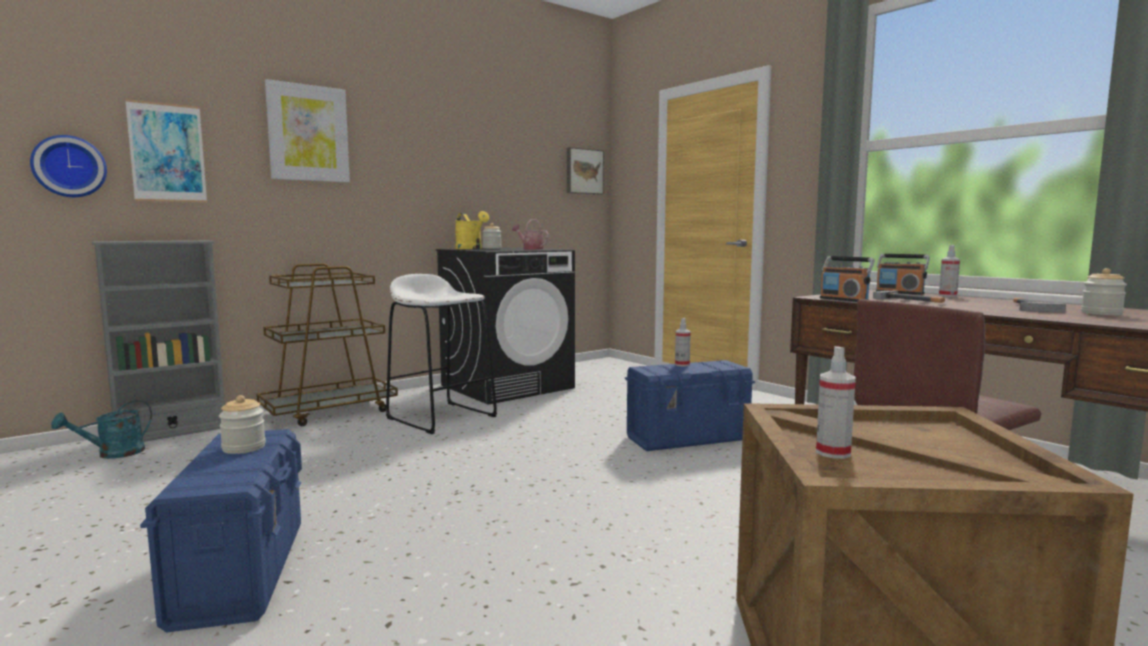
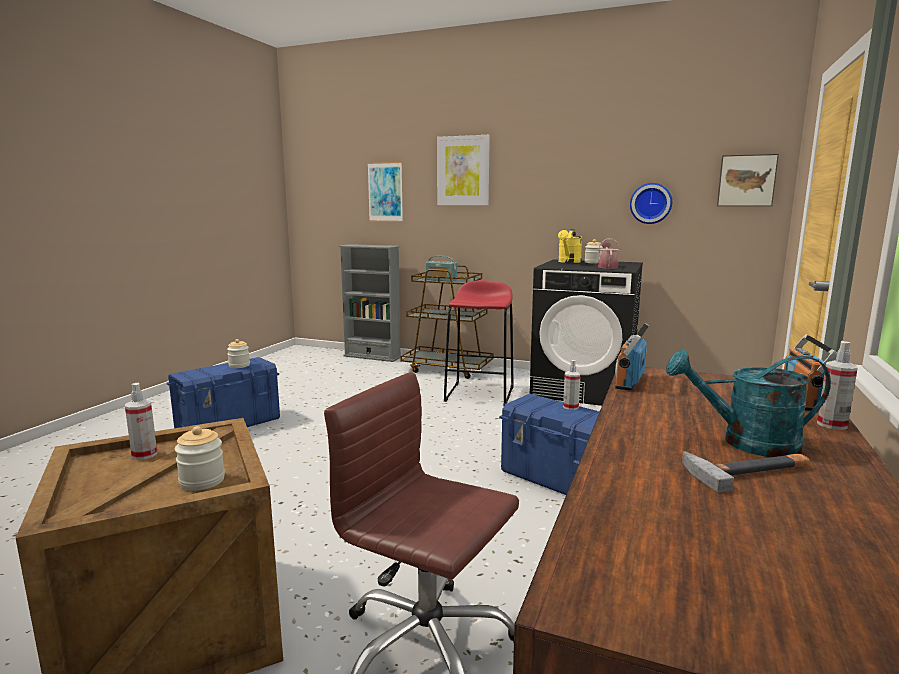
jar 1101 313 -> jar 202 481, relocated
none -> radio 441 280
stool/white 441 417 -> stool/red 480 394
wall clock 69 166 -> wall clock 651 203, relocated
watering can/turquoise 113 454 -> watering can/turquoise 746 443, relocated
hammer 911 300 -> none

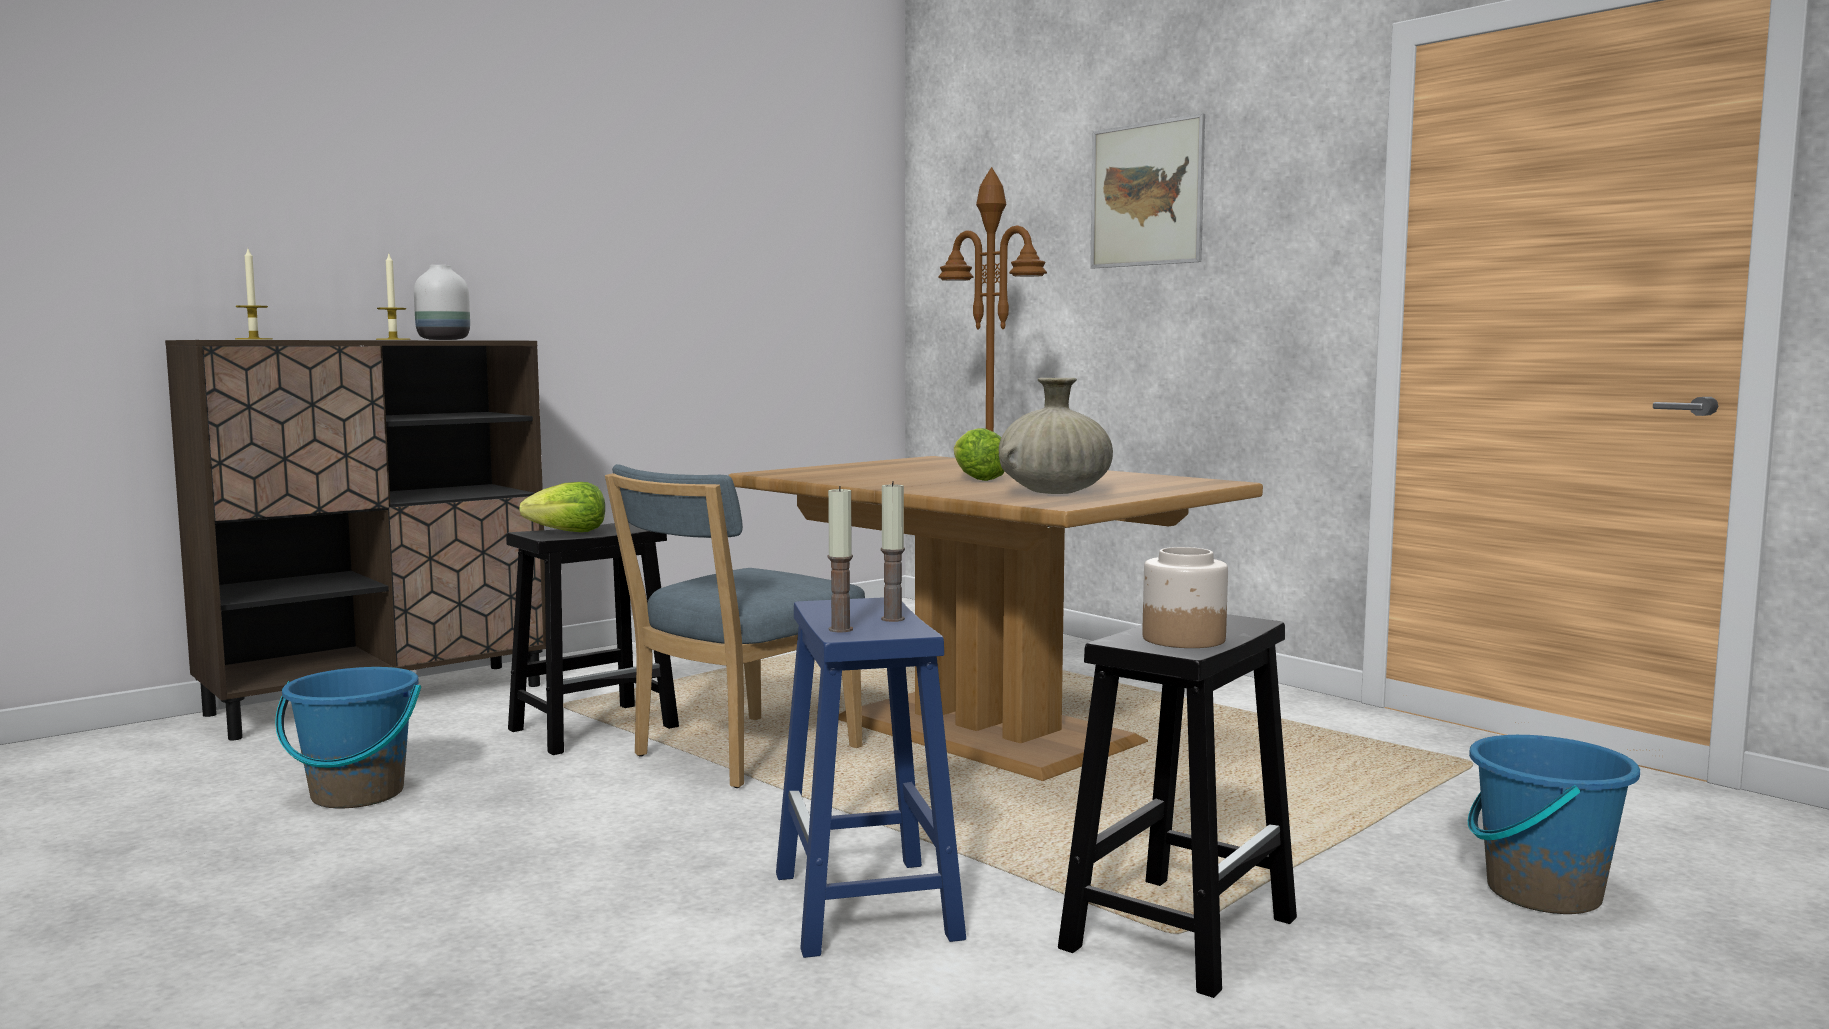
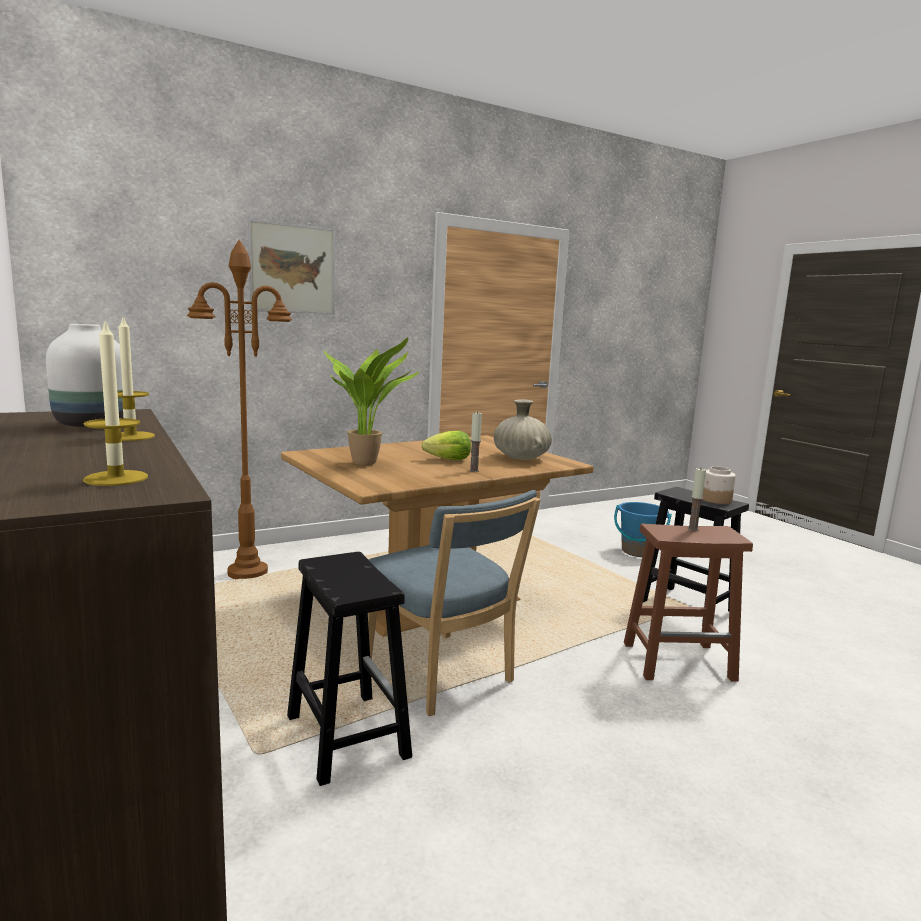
none -> potted plant 368 463
candle 840 629 -> candle 474 470, relocated
stool/blue 867 907 -> stool/brown 679 661
bucket/blue 357 794 -> none
lettuce 568 532 -> none

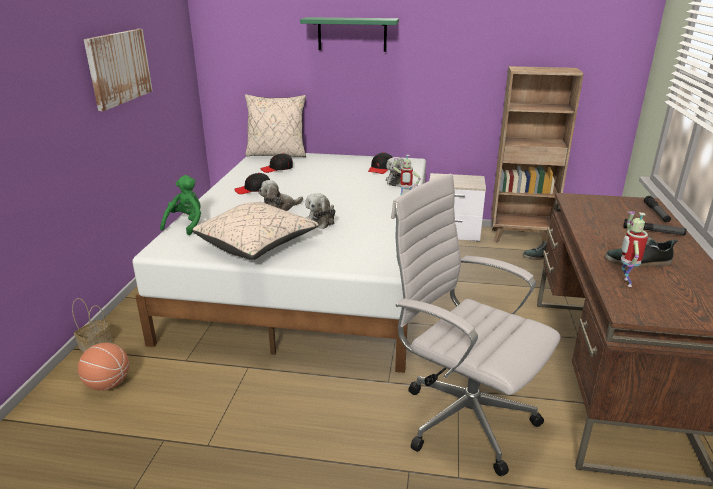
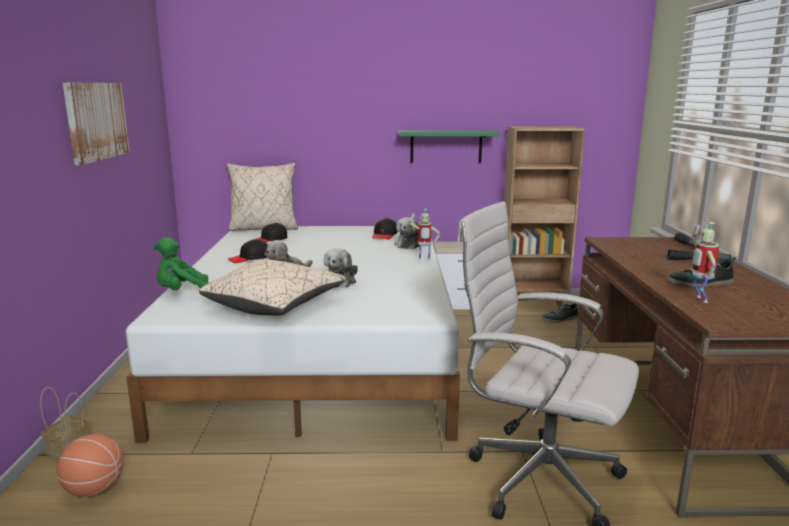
plush toy/green 186 224 -> plush toy/green 182 292, 120 degrees counterclockwise
shelf/green 352 34 -> shelf/green 446 146, relocated

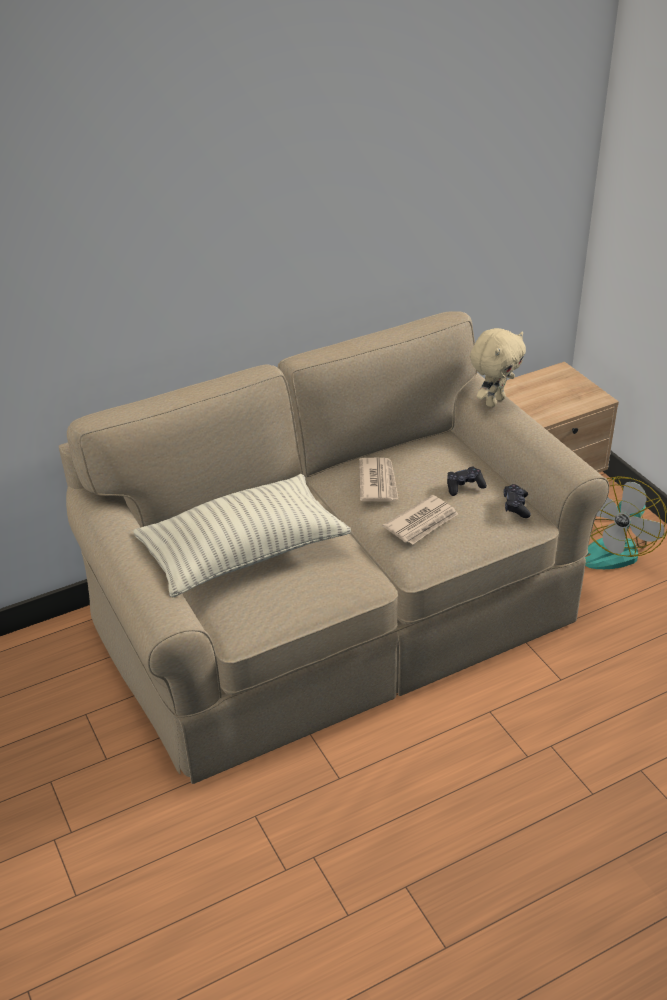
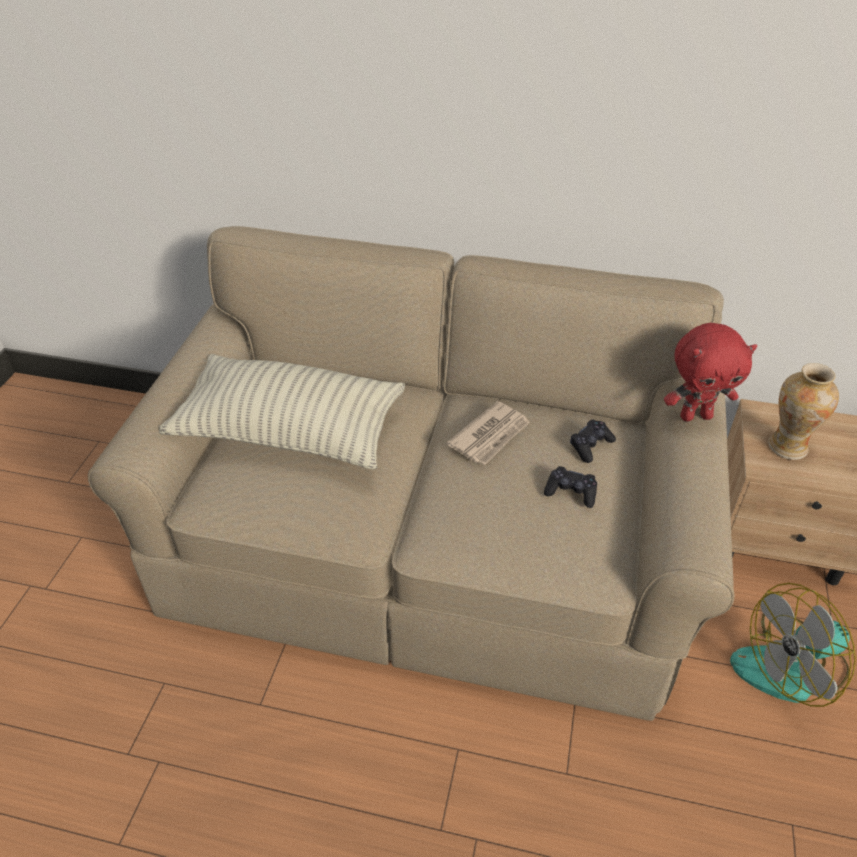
game controller/black 516 506 -> game controller/black 590 446, relocated
plush toy/beige 494 401 -> plush toy/red 695 416
none -> vase 787 447
newspaper 422 523 -> none

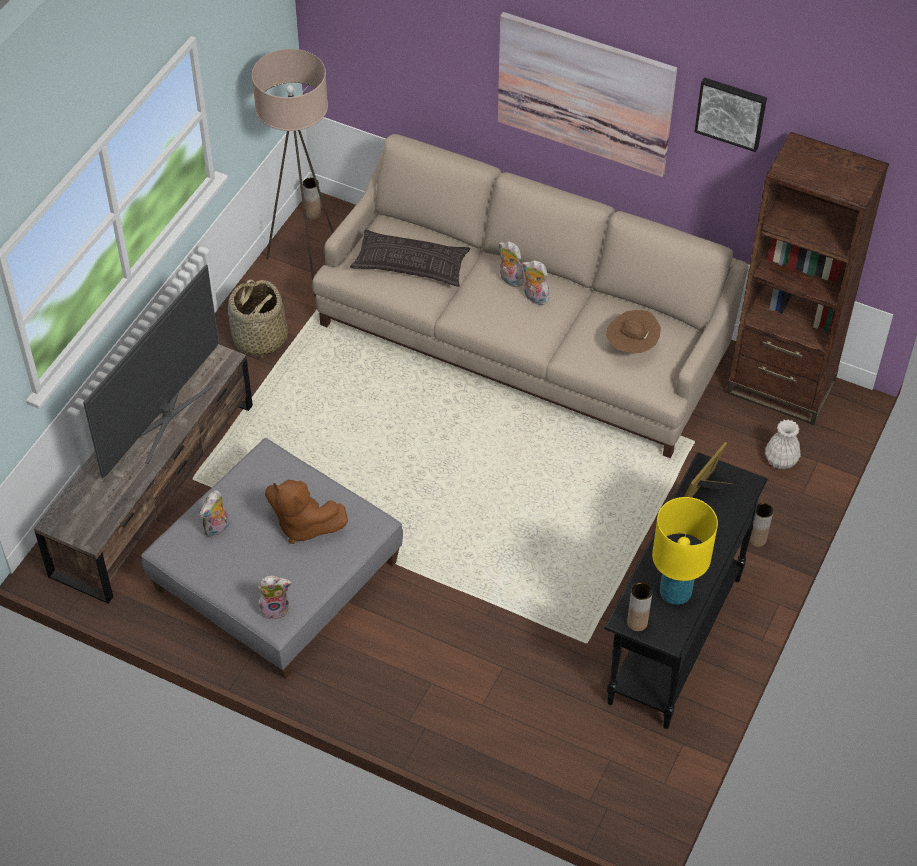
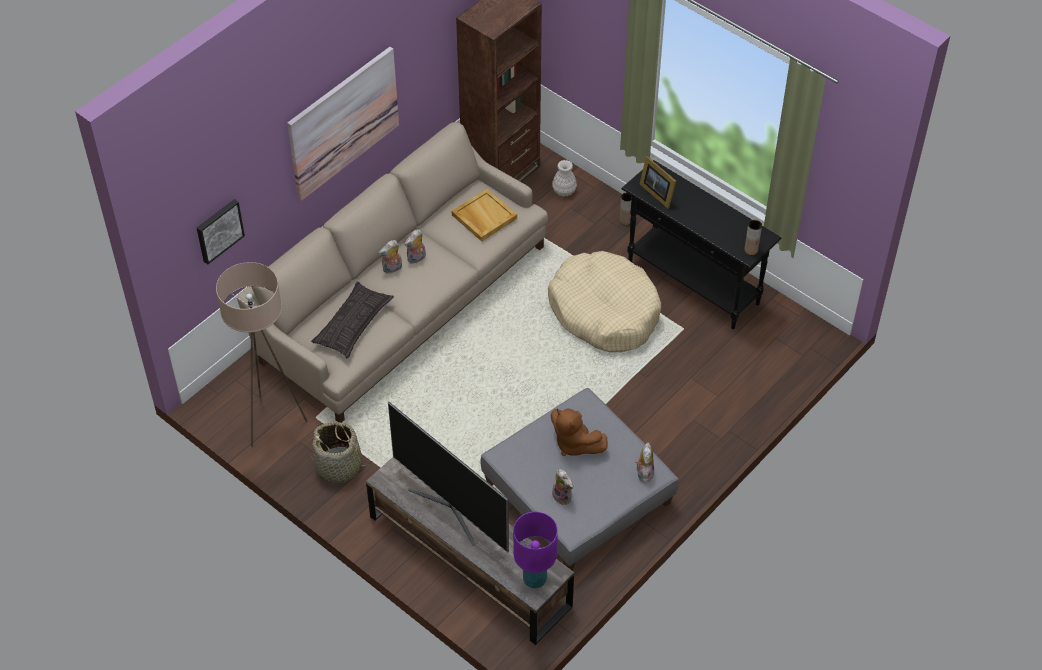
picture 731 112 -> picture 218 230, relocated
hat/brown 631 347 -> tray/beige 483 217
none -> table lamp/purple 534 579
none -> dog bed/beige 604 311
plush toy/brown 303 525 -> plush toy/brown 574 444, 90 degrees clockwise
vase/brown 313 214 -> none
table lamp/yellow 675 593 -> none

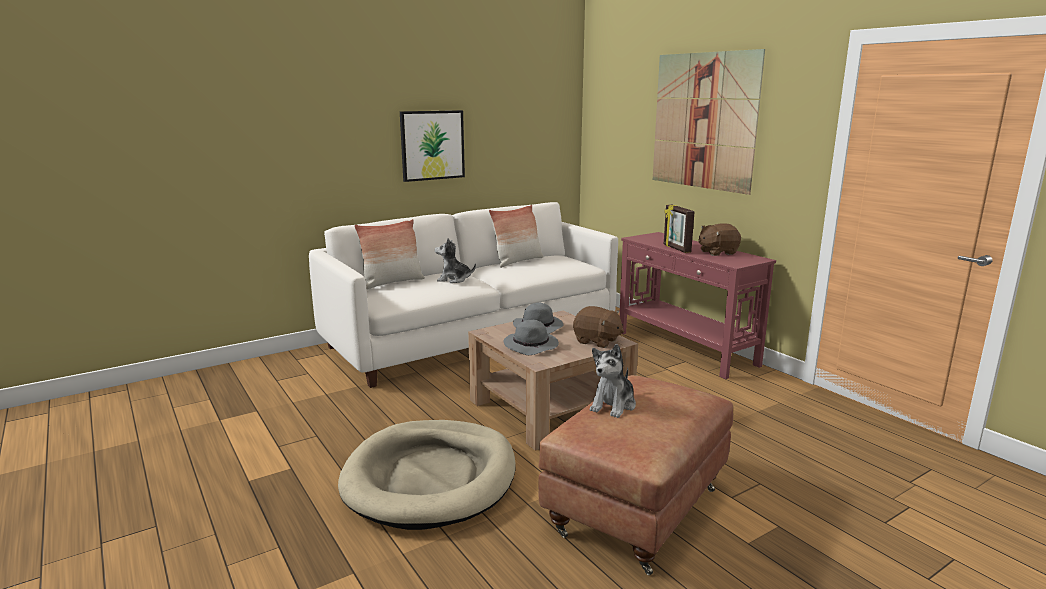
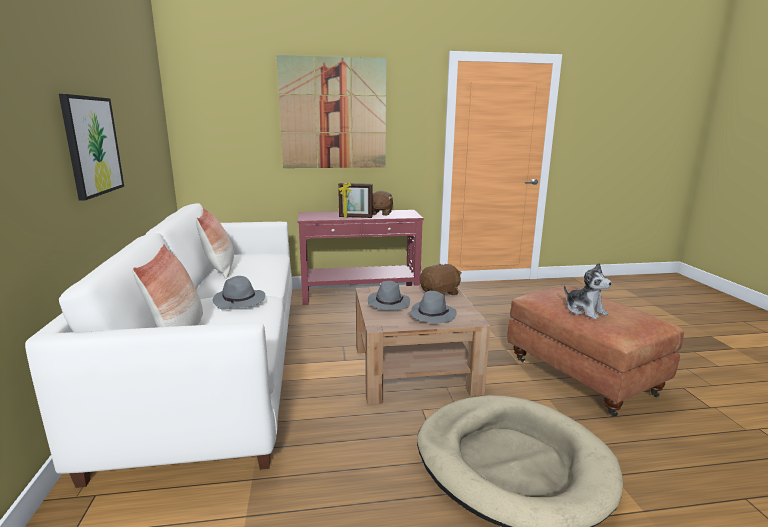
plush toy 454 279 -> hat/grey 240 301

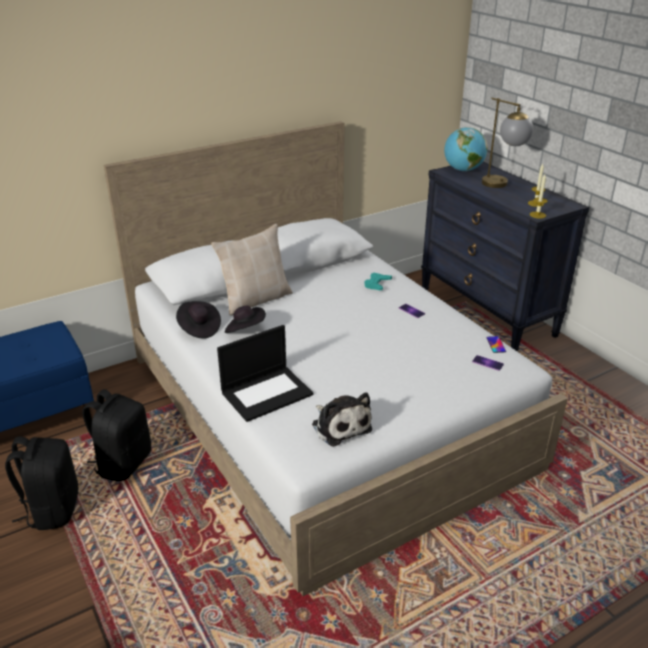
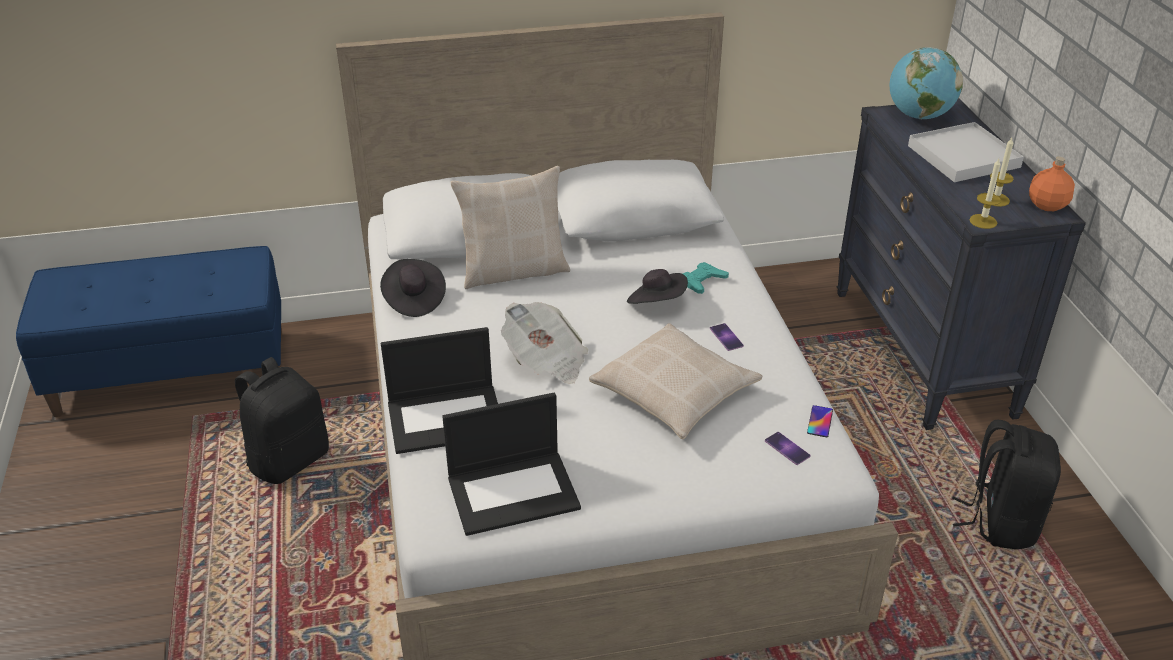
plush toy 340 425 -> laptop 514 491
none -> newspaper 546 361
none -> pillow/beige 674 393
hat/black 245 330 -> hat/black 657 303, relocated
table lamp 502 186 -> tray/white 963 156
backpack/black 52 509 -> backpack/black 1000 521, relocated
none -> bottle/orange 1048 205

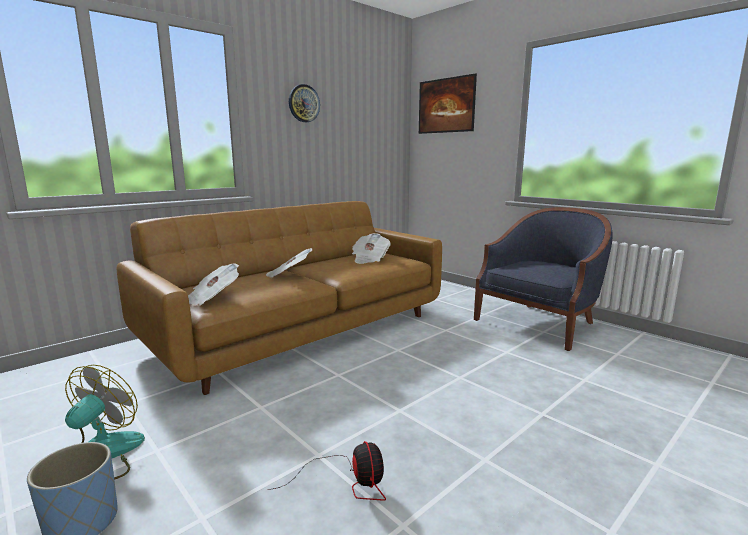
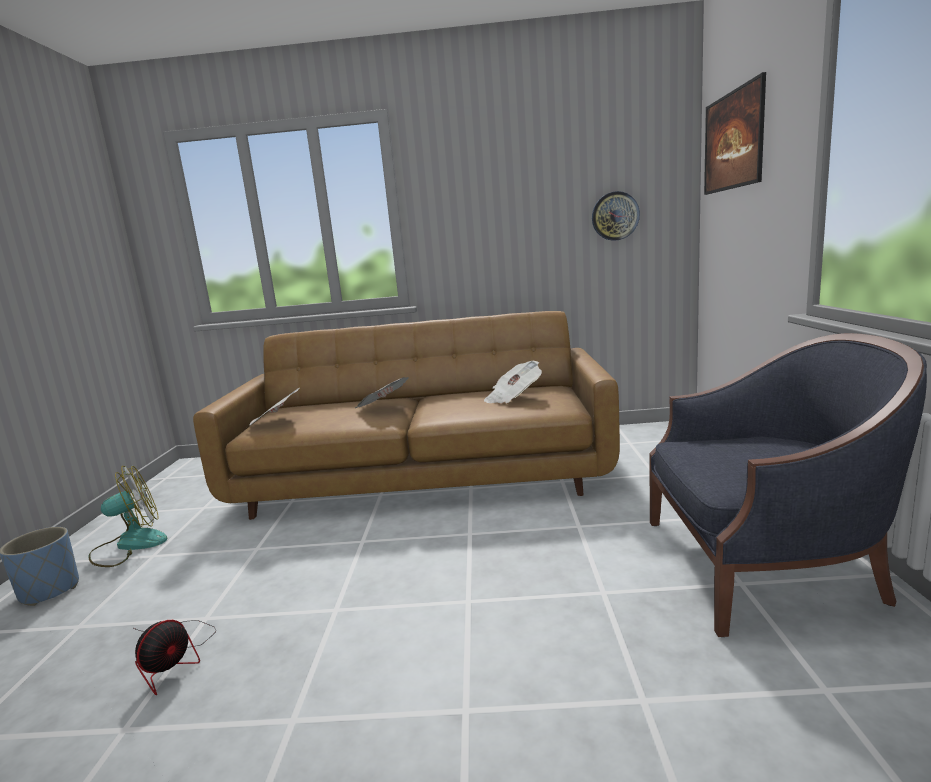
wall clock 304 103 -> wall clock 615 216, relocated

